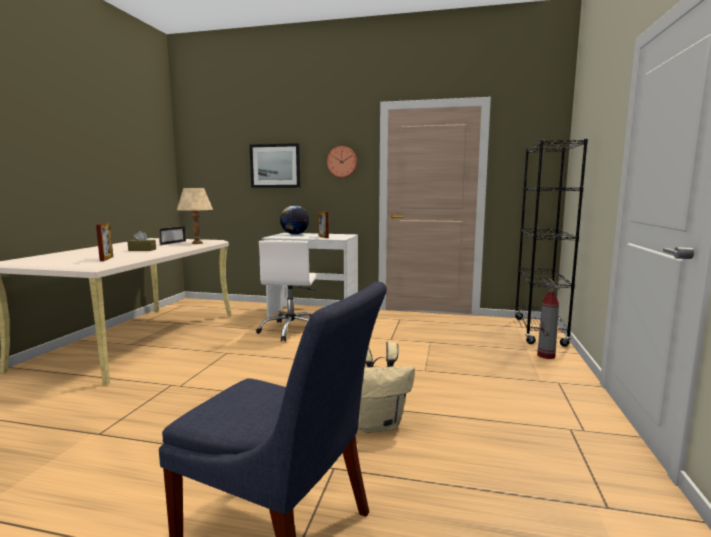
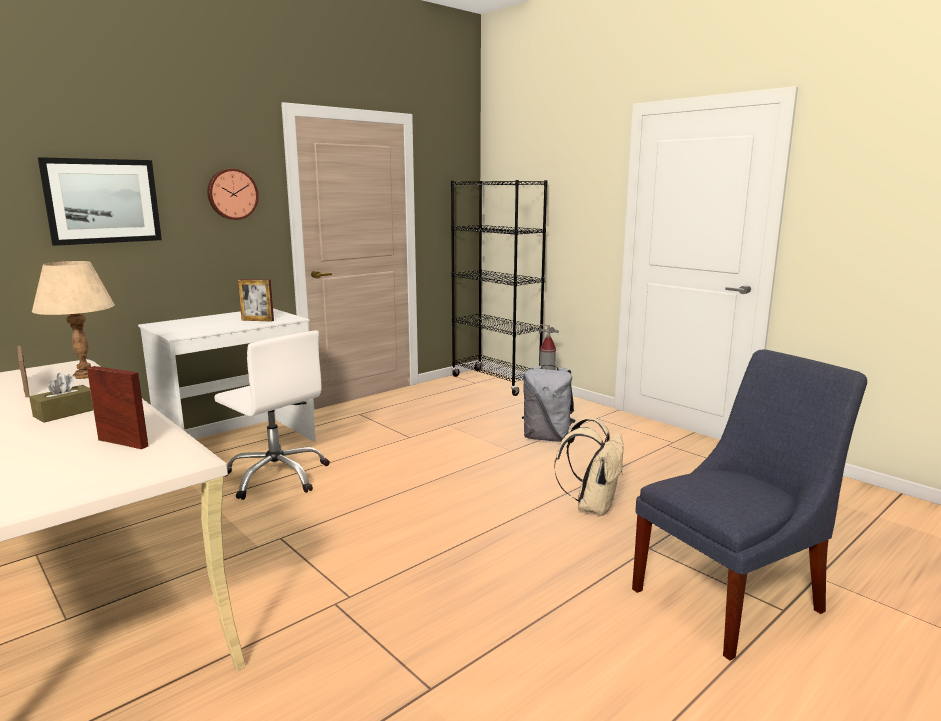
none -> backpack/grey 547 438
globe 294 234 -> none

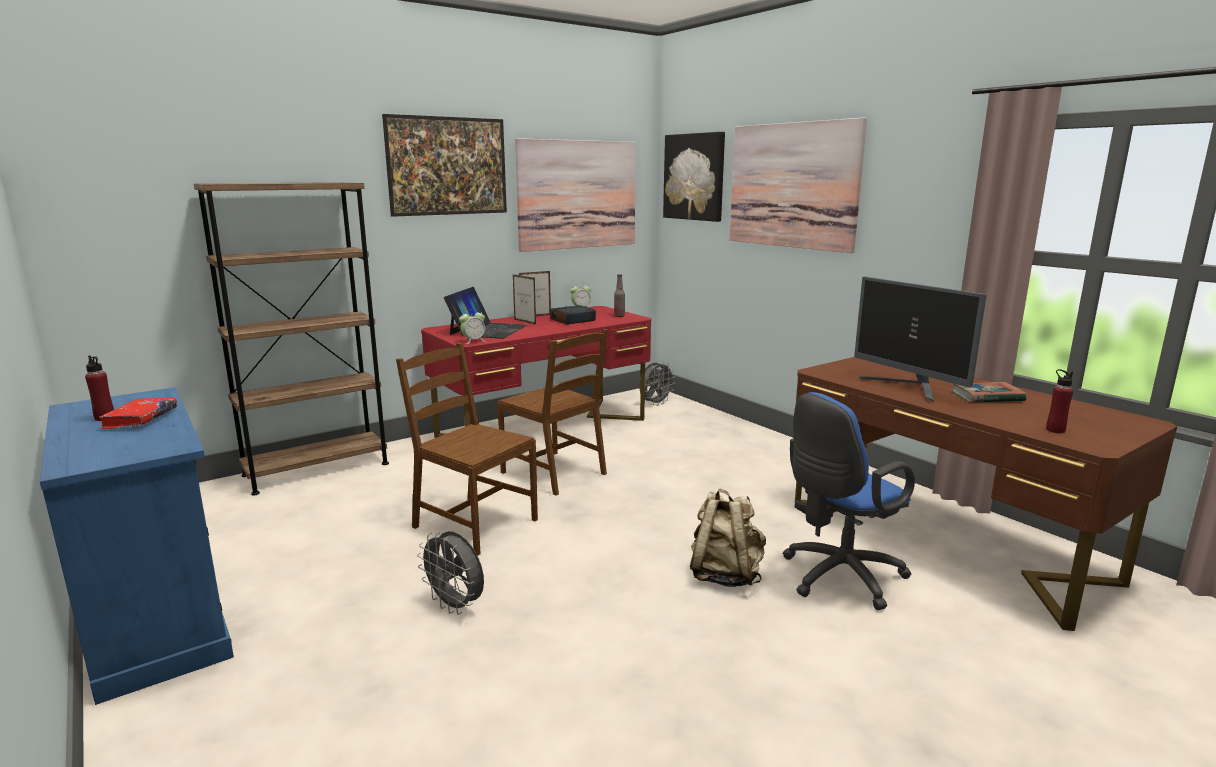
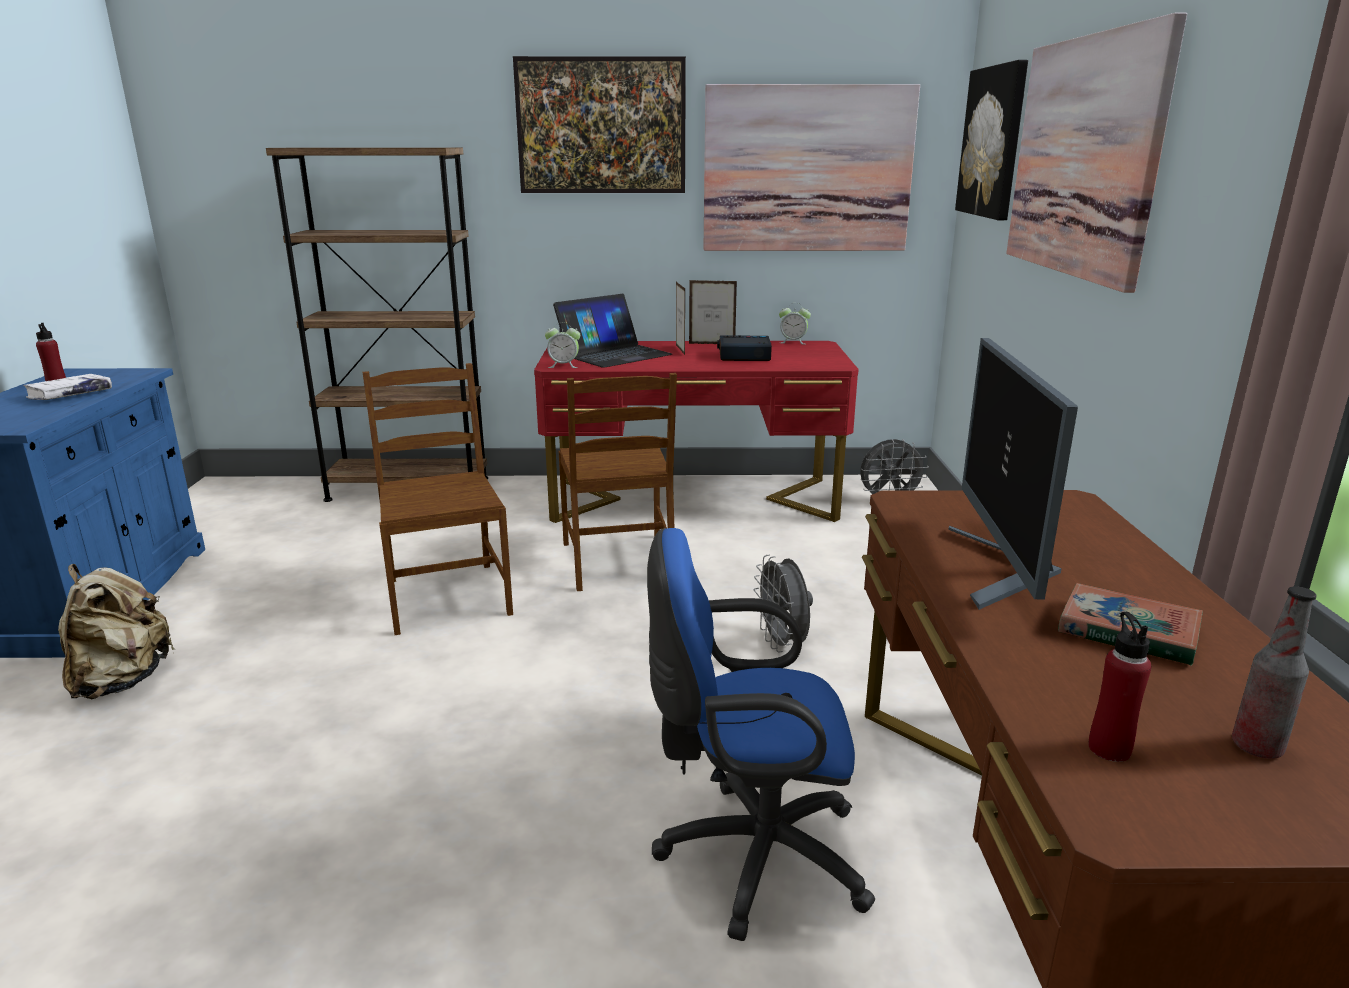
book/red 141 419 -> book/white 70 395
backpack/beige 725 575 -> backpack/beige 122 681, relocated
fan/grey 456 606 -> fan/grey 782 644, relocated
bottle 619 316 -> bottle 1256 747, relocated

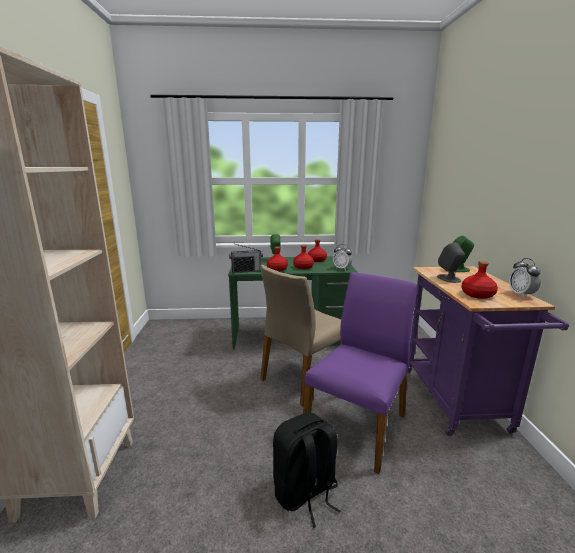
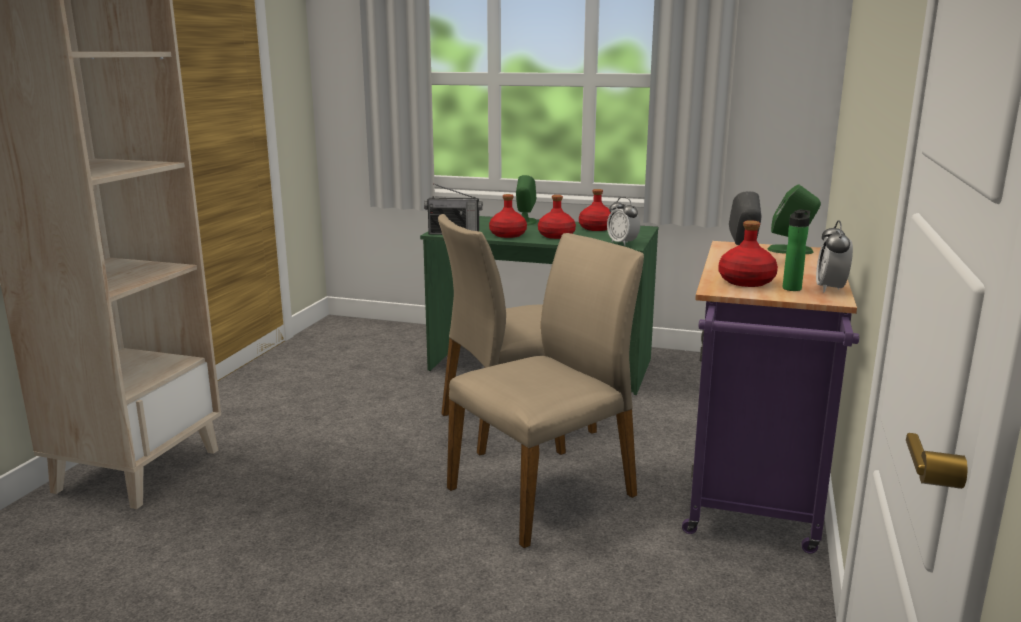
chair/purple 357 425 -> chair/beige 545 492
none -> bottle 792 288
backpack/black 305 493 -> none

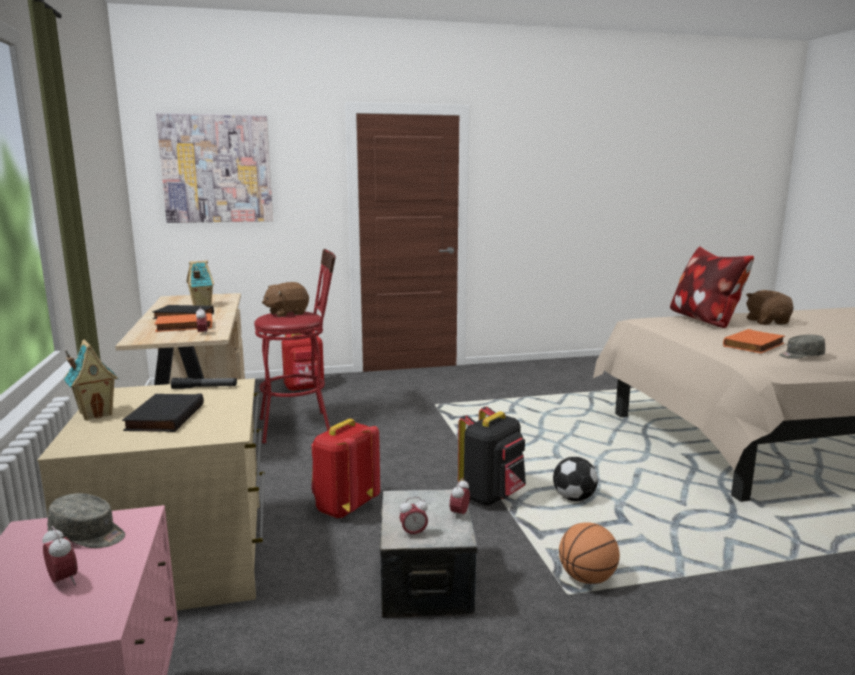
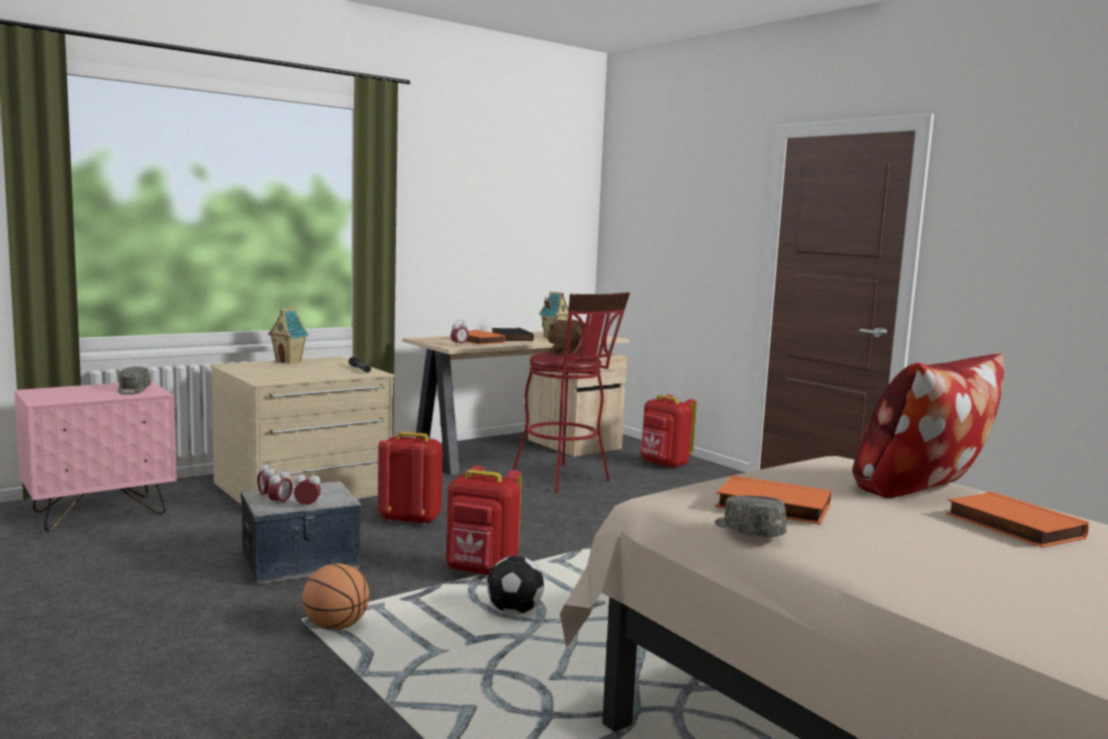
alarm clock 63 581 -> alarm clock 280 503, relocated
backpack/black 492 496 -> backpack/red 481 571
plush toy/brown 767 322 -> book/orange 1011 526
book/black 164 417 -> none
picture 217 169 -> none

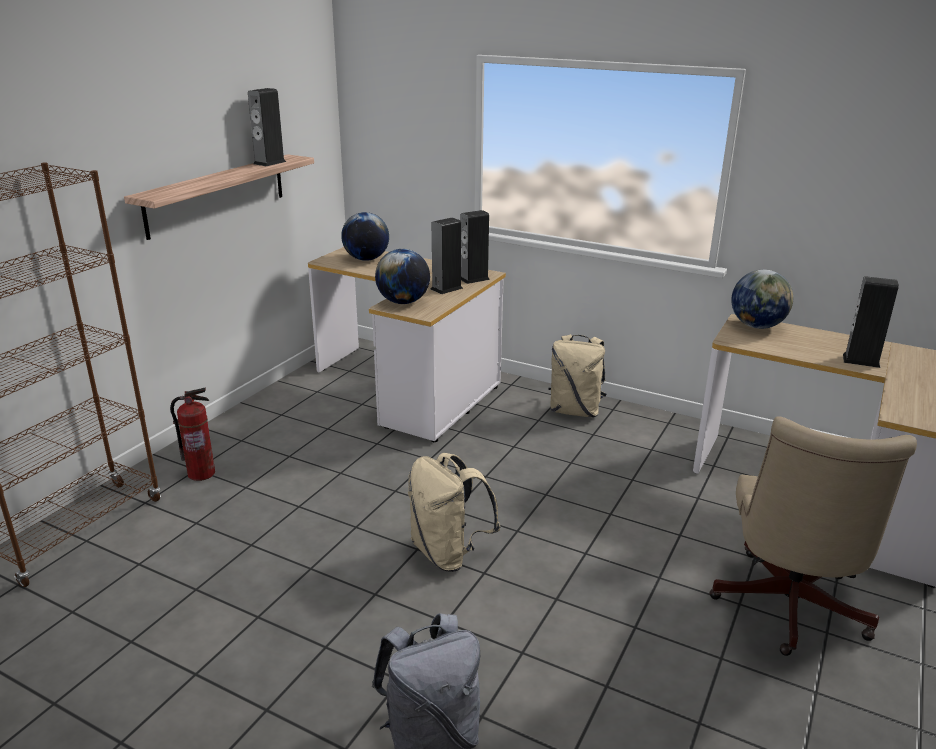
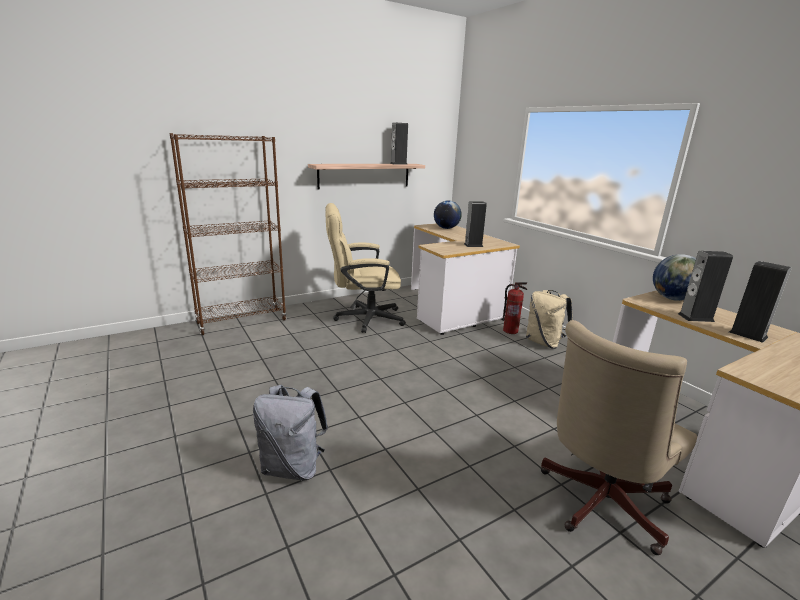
none -> office chair/beige 362 319
fire extinguisher 201 473 -> fire extinguisher 510 331, relocated
speaker 474 279 -> speaker 695 317, relocated
globe 403 302 -> none
backpack/beige 448 553 -> none

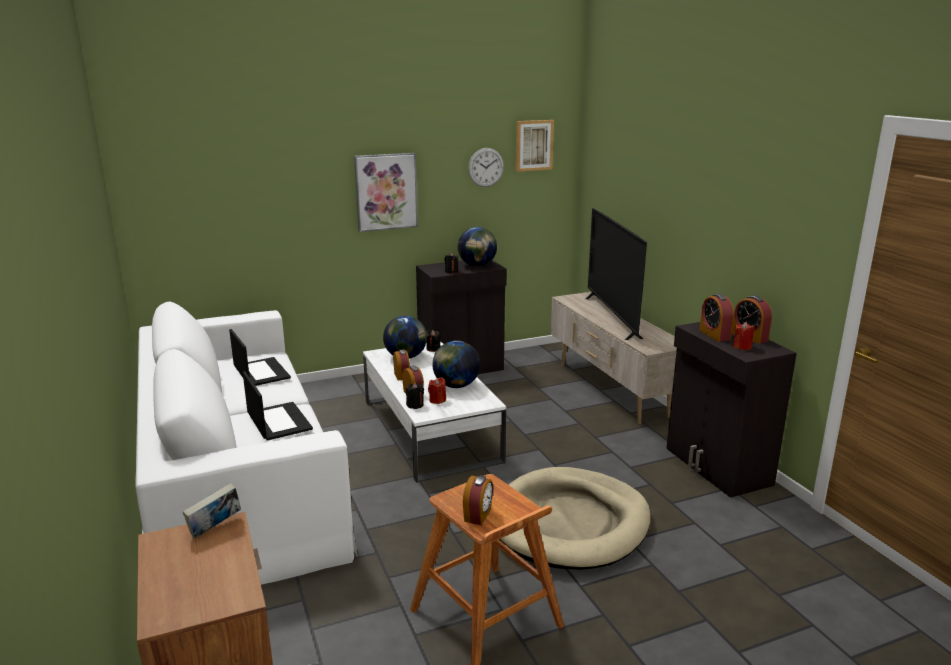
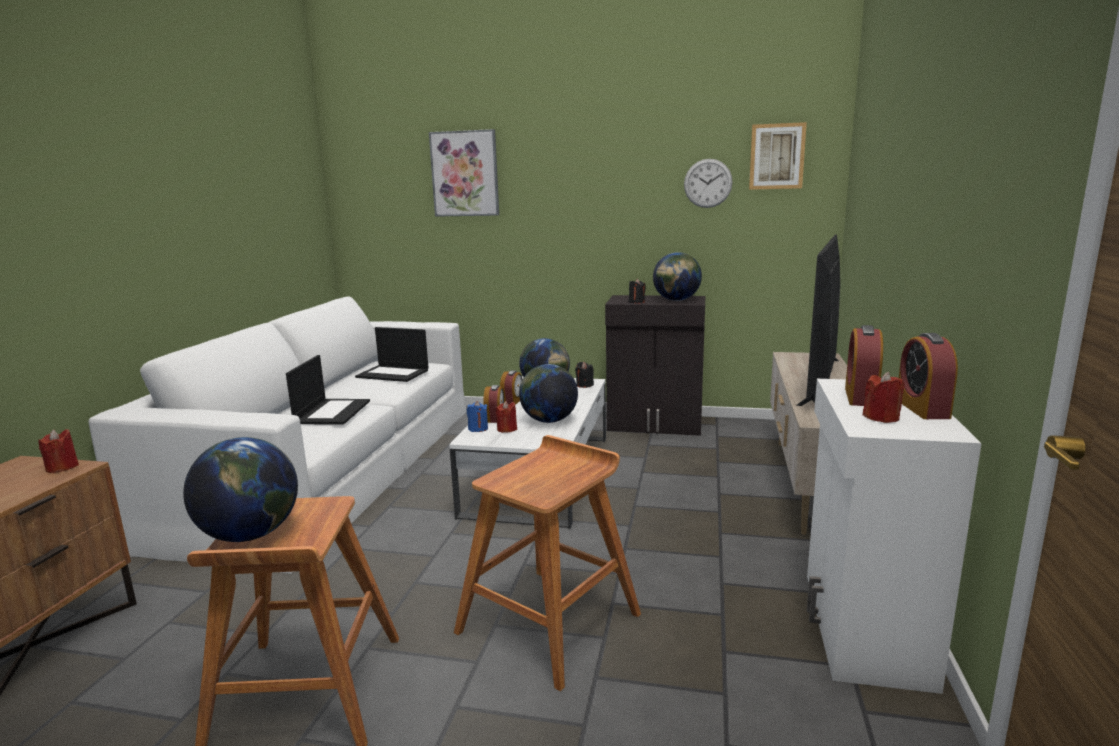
book 215 528 -> candle/red 62 467
alarm clock 478 516 -> globe 250 534
laptop 260 372 -> laptop 394 374, 105 degrees clockwise
picture 386 191 -> picture 465 174, relocated
dog bed/beige 569 523 -> stool/brown 550 622
candle/black 415 405 -> candle/blue 478 429
cabinet/black 717 467 -> cabinet/white 862 628

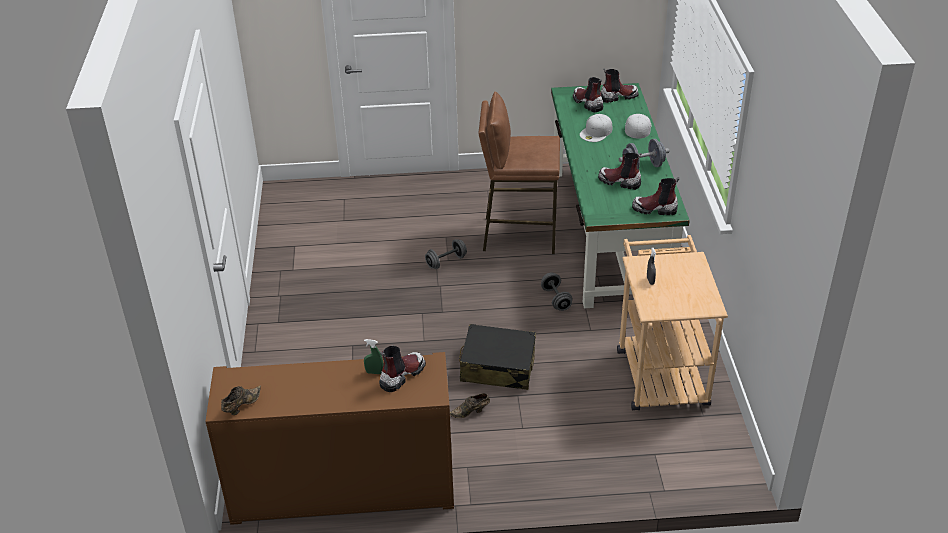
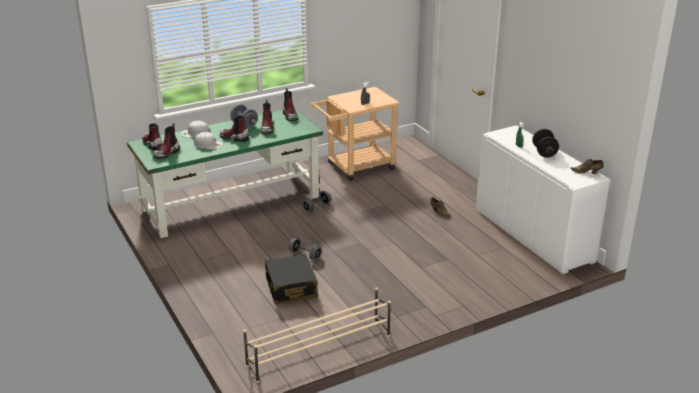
boot 402 375 -> boot 234 138, relocated
none -> shoe rack/beige 318 350
suitcase/black 497 367 -> suitcase/black 291 288, relocated
cabinet/brown 343 488 -> cabinet/white 532 235
none -> dumbbell/black 544 152
stool/brown 519 234 -> none

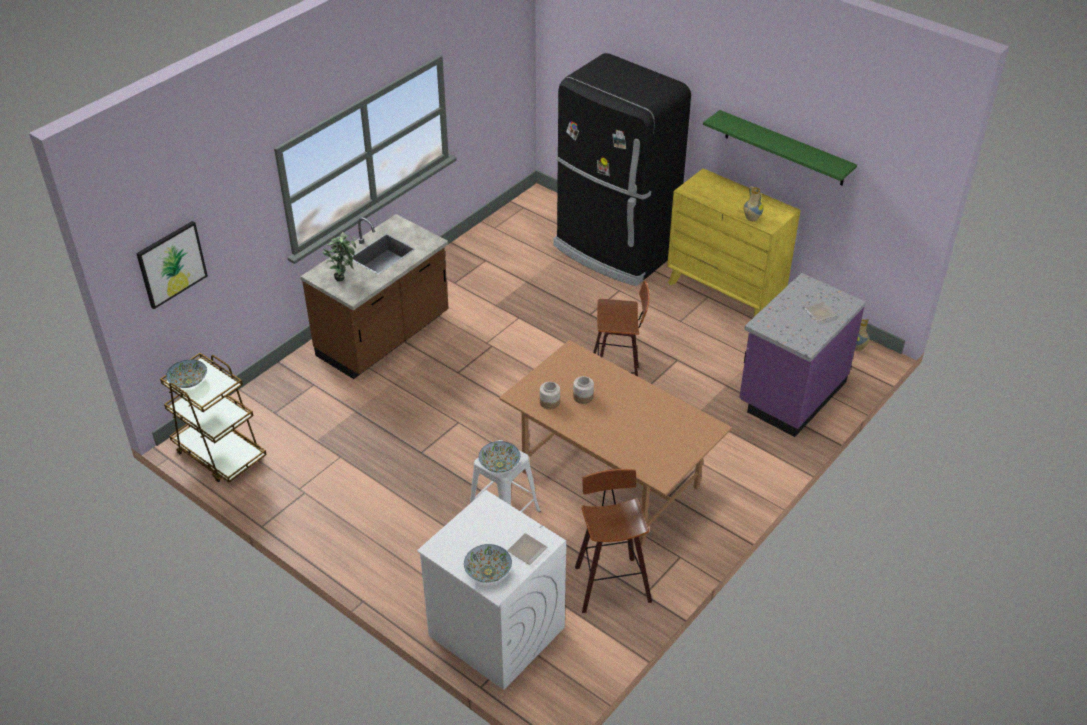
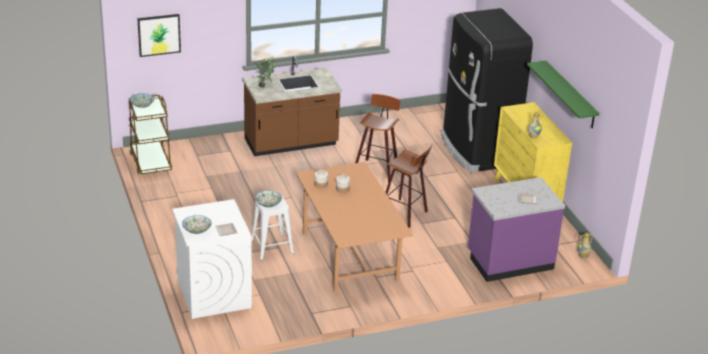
stool 609 582 -> stool 376 170, relocated

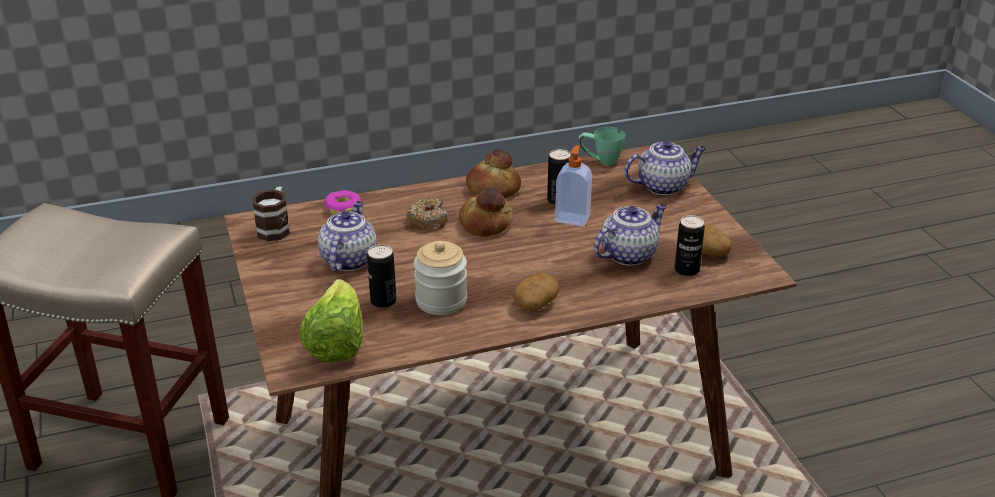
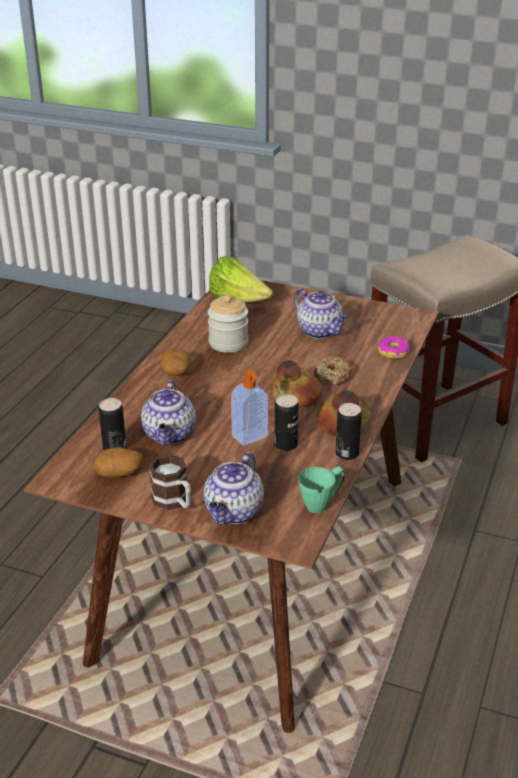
mug 275 227 -> mug 174 502, relocated
can 383 301 -> can 347 454, relocated

